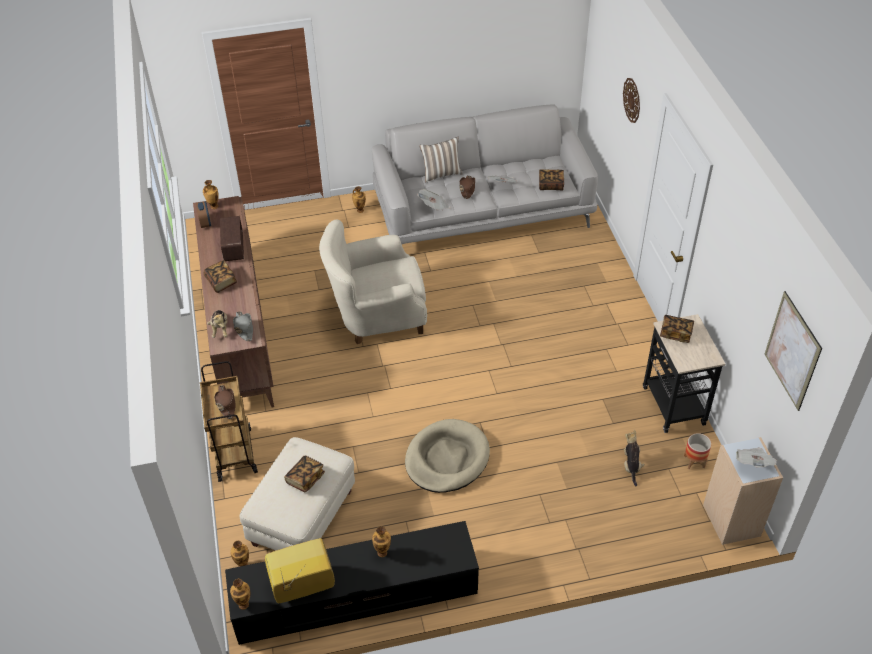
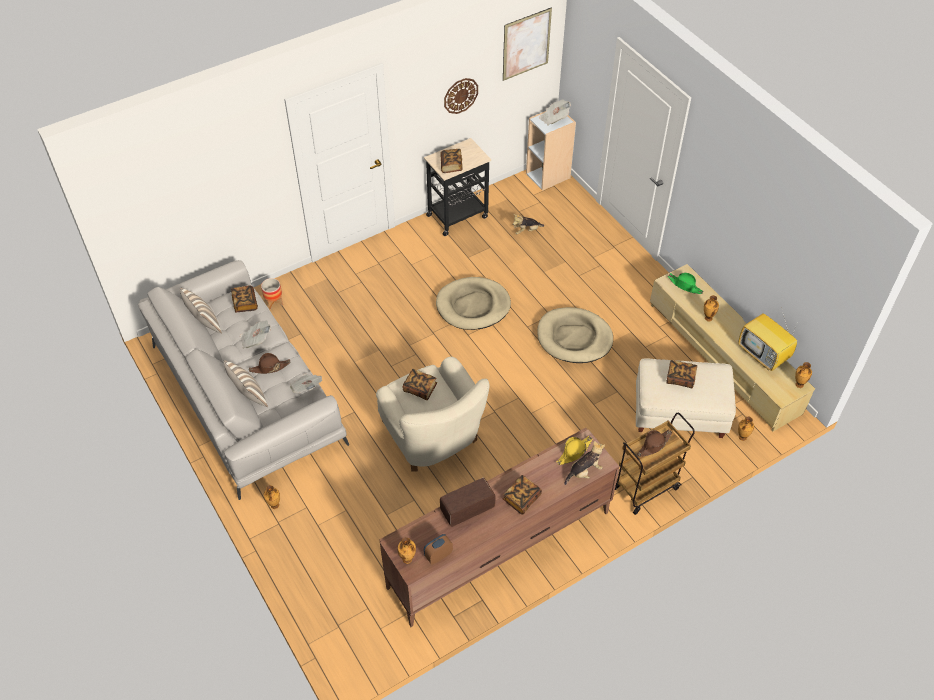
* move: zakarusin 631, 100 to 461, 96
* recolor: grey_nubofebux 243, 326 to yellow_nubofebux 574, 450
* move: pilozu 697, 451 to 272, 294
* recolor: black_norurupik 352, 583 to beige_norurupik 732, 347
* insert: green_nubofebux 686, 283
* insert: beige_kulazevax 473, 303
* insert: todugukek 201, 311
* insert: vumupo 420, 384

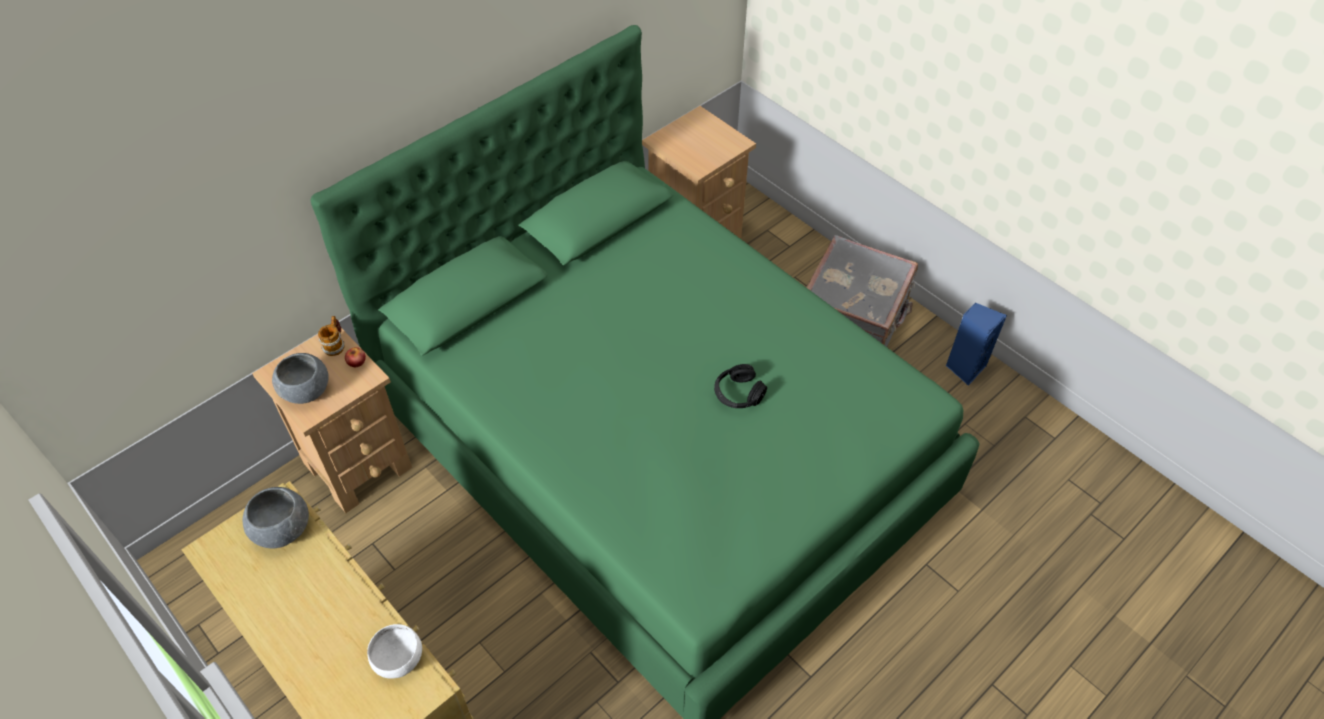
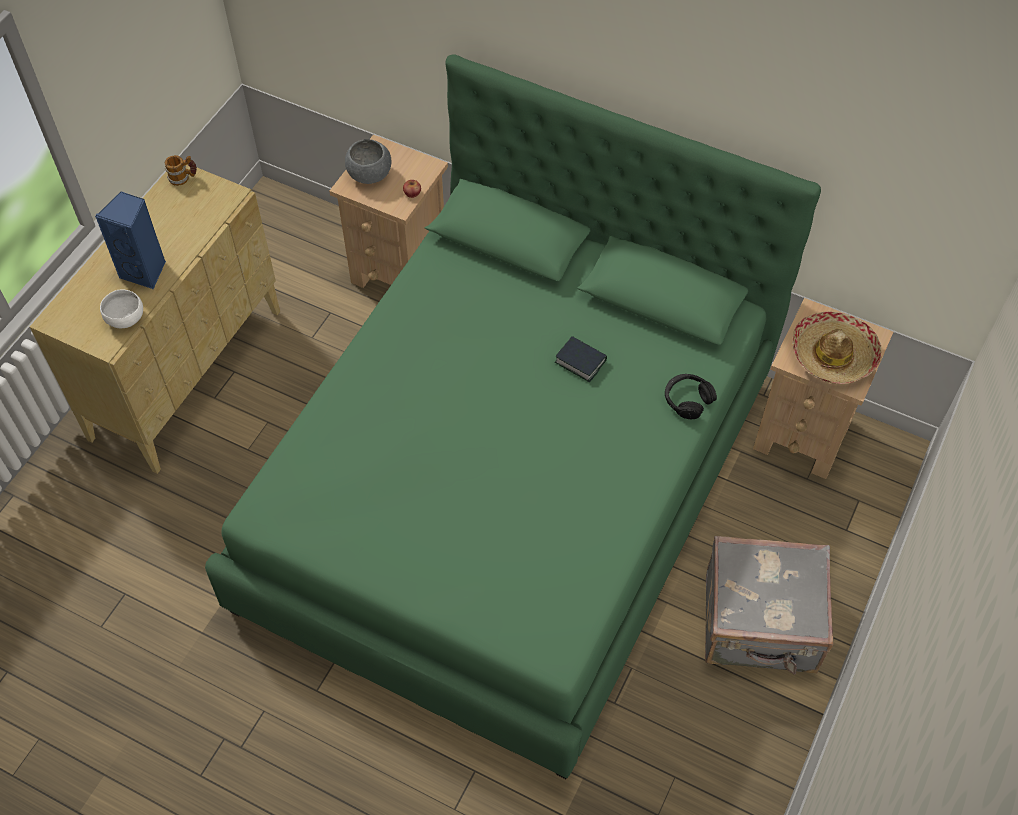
* move: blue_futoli 976, 344 to 130, 240
* move: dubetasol 331, 336 to 180, 170
* move: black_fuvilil 740, 386 to 691, 396
* delete: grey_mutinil 276, 517
* insert: nubofebux 836, 348
* insert: vumupo 581, 359

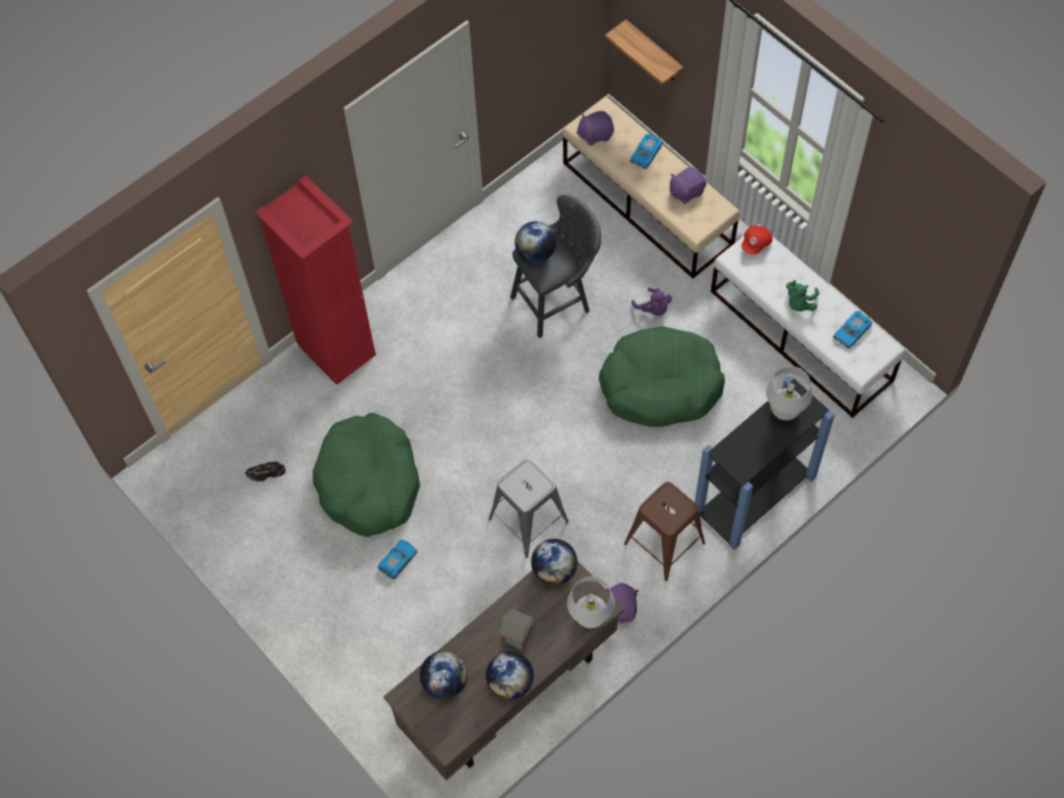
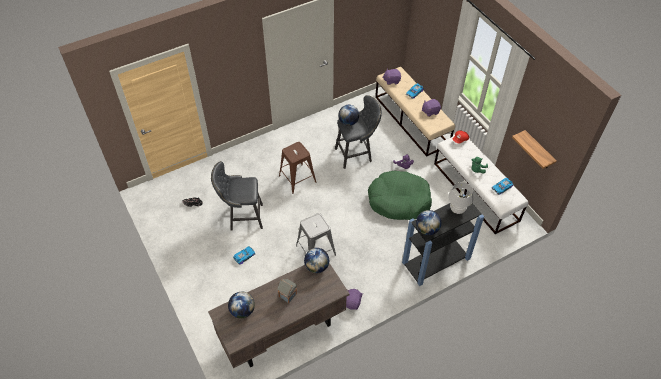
* move: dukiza 644, 52 to 534, 149
* delete: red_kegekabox 315, 280
* replace: green_kulazevax 366, 475 to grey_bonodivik 237, 196
* move: brown_bonodivik 664, 531 to 297, 168
* delete: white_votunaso 591, 602
* move: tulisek 510, 675 to 428, 222

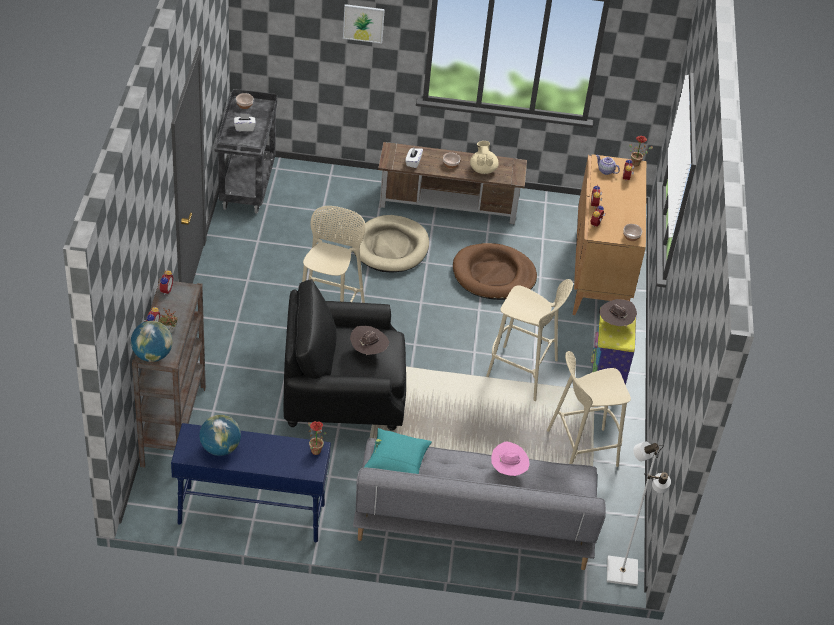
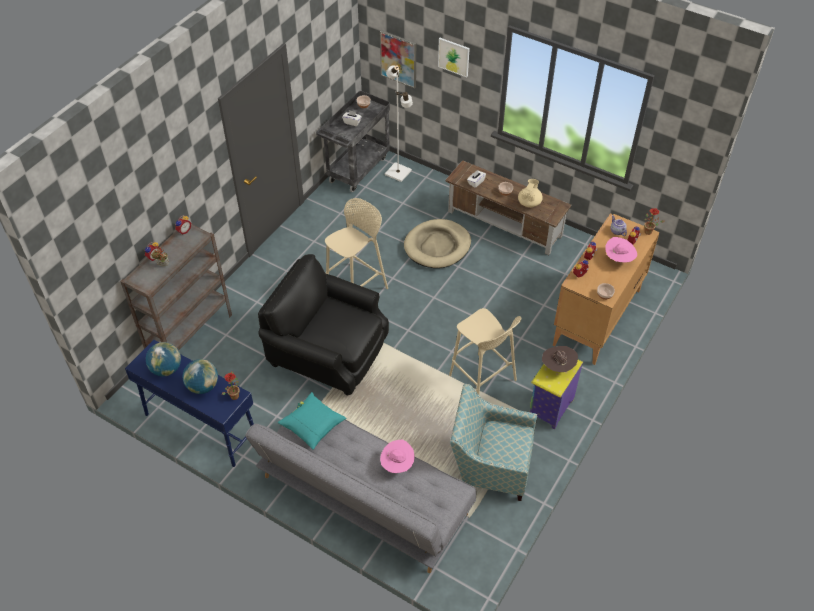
* delete: brown_kulazevax 495, 271
* move: tulisek 152, 341 to 200, 376
* delete: brown_nubofebux 369, 341
* replace: beige_bonodivik 589, 409 to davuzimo 493, 442
* move: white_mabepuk 639, 514 to 399, 123
* insert: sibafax 398, 59
* insert: pink_nubofebux 621, 249

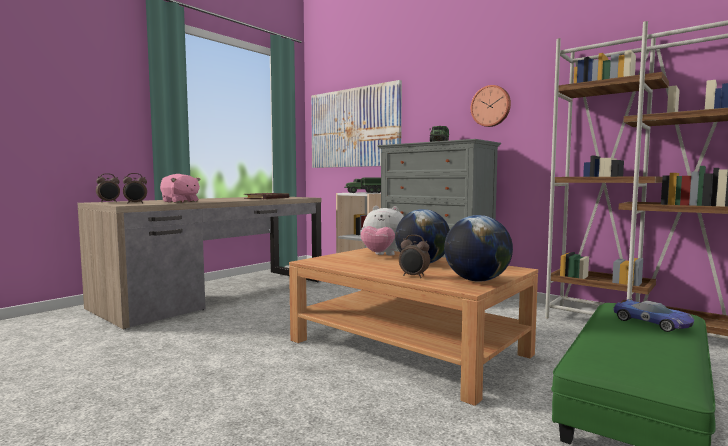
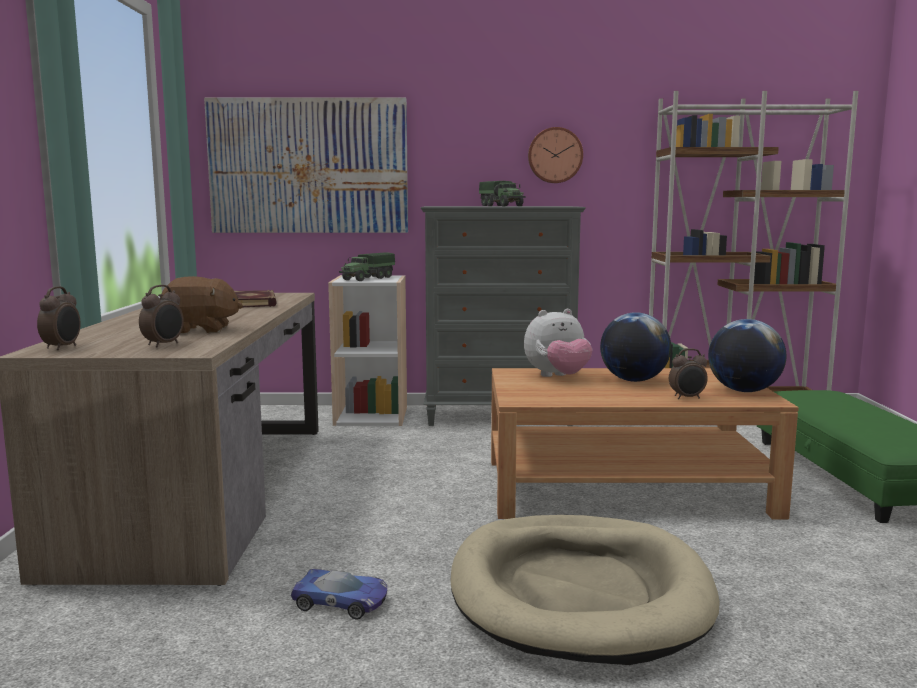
* recolor: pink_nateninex 180, 188 to brown_nateninex 202, 305
* move: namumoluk 653, 315 to 339, 594
* insert: beige_kulazevax 585, 590

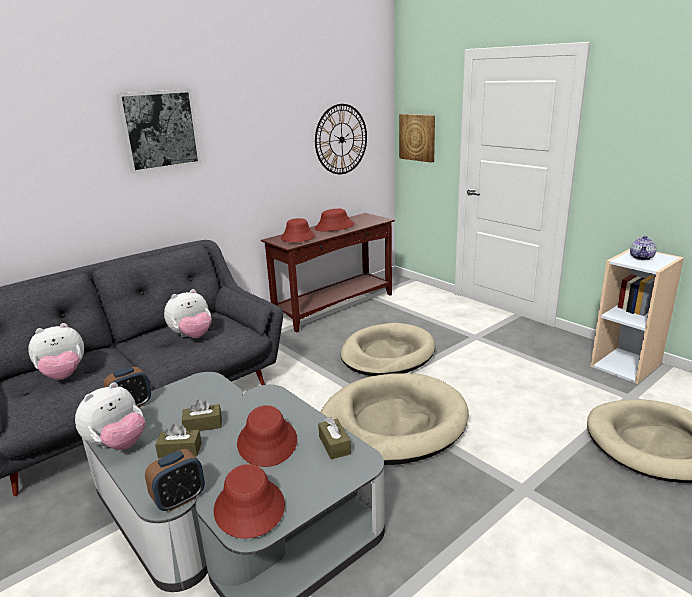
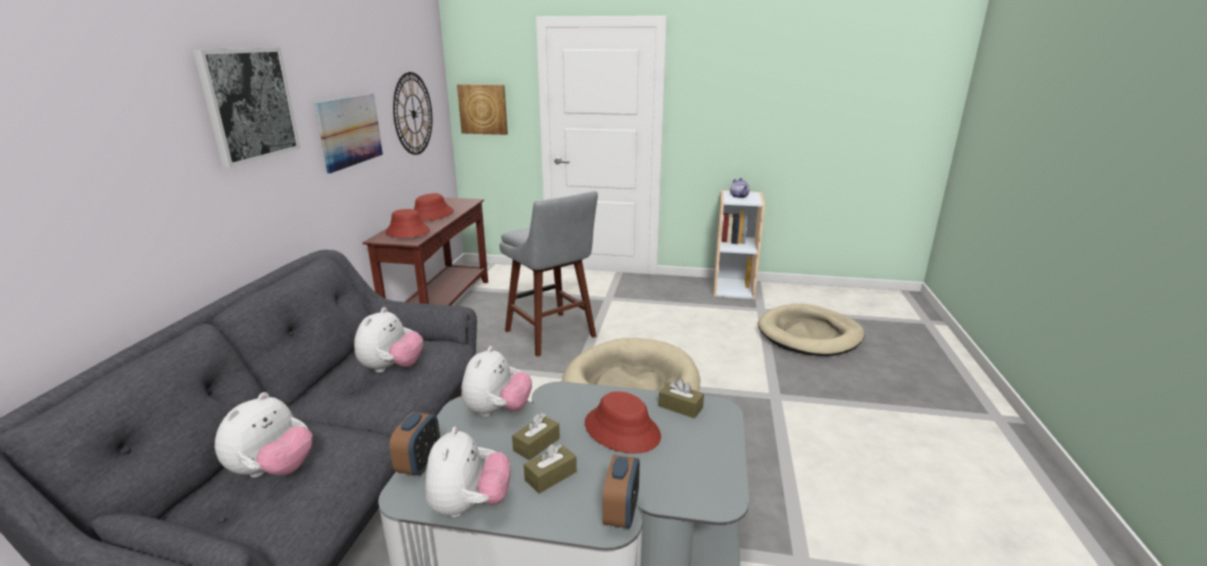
* replace: beige_kulazevax 388, 349 to grey_bonodivik 549, 274
* delete: red_nubofebux 249, 501
* insert: sibafax 348, 133
* insert: nateninex 496, 381

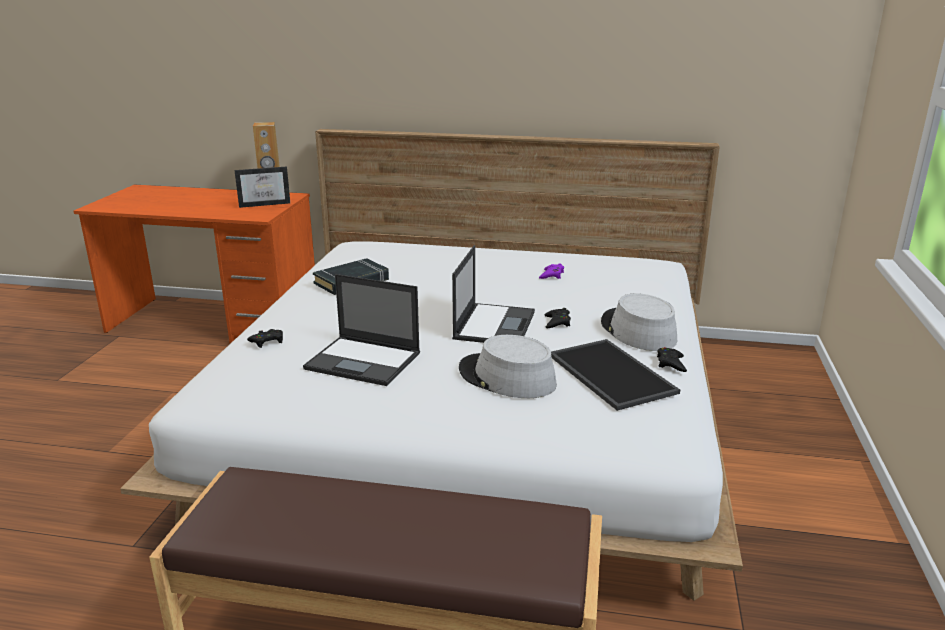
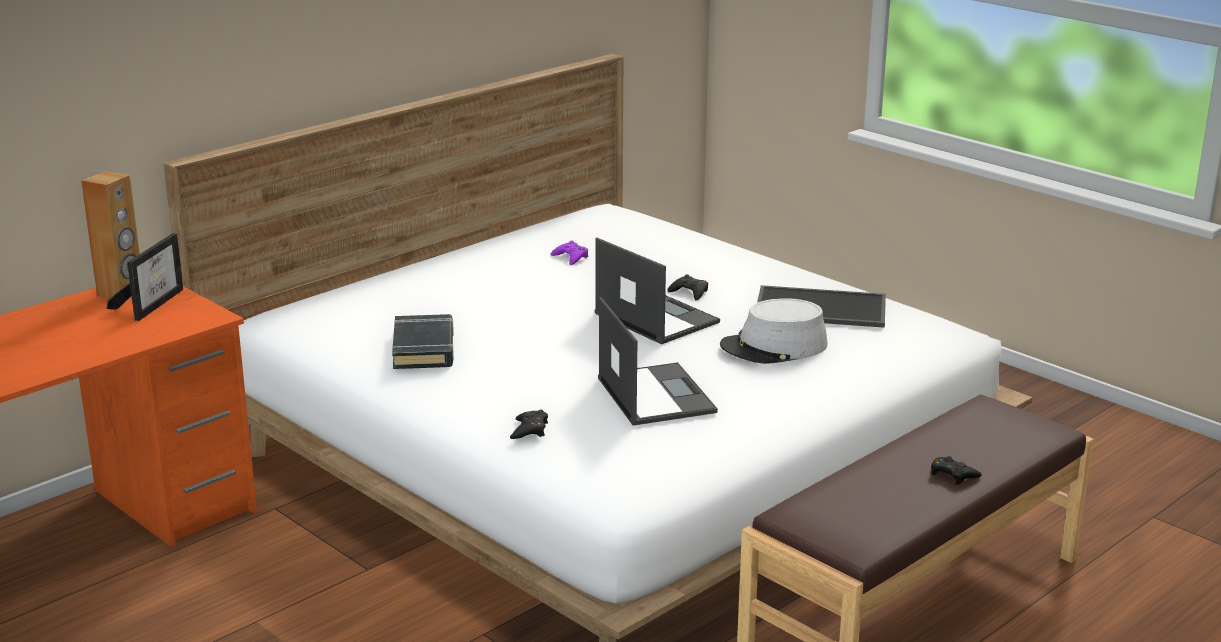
* rotate: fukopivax 361, 330 = 658, 361 75 degrees counterclockwise
* delete: grey_nubofebux 639, 322
* move: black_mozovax 672, 359 to 956, 470

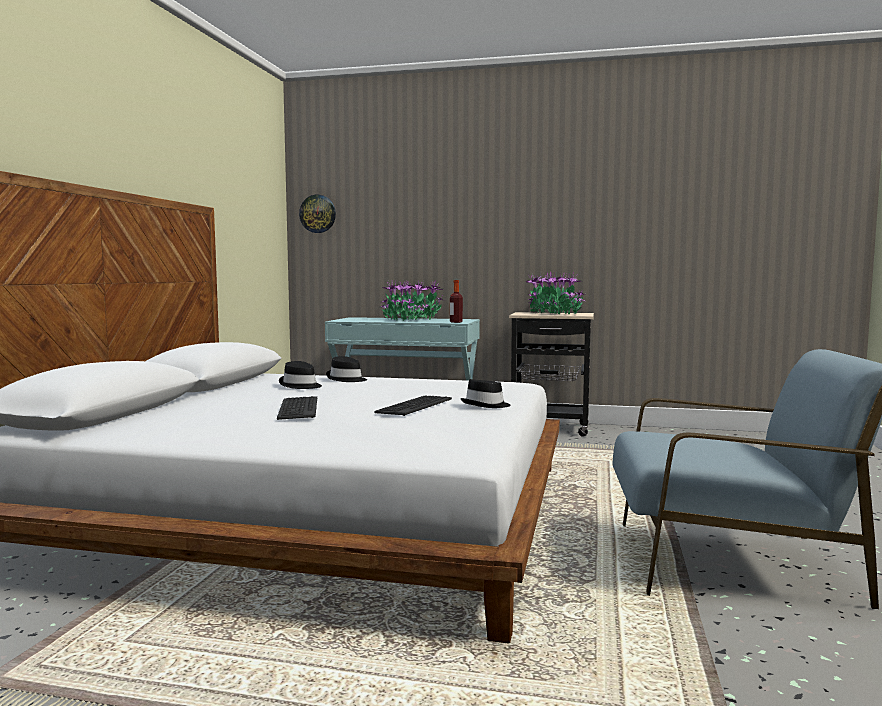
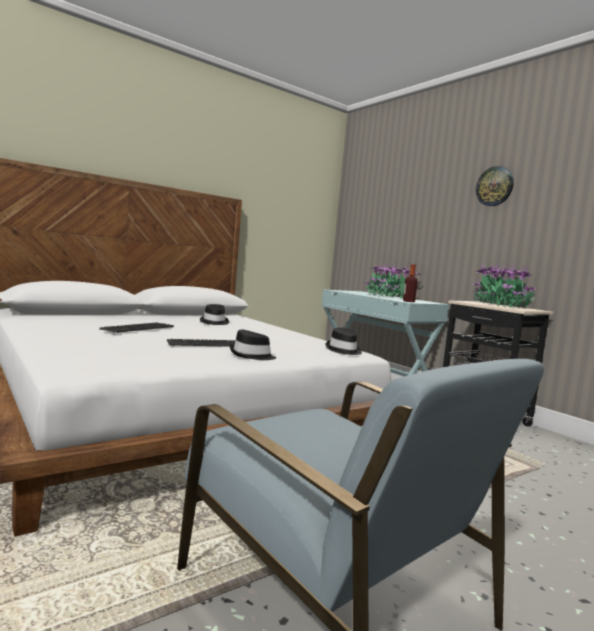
* move: zakarusin 317, 214 to 495, 186
* move: black_nubofebux 346, 369 to 343, 341

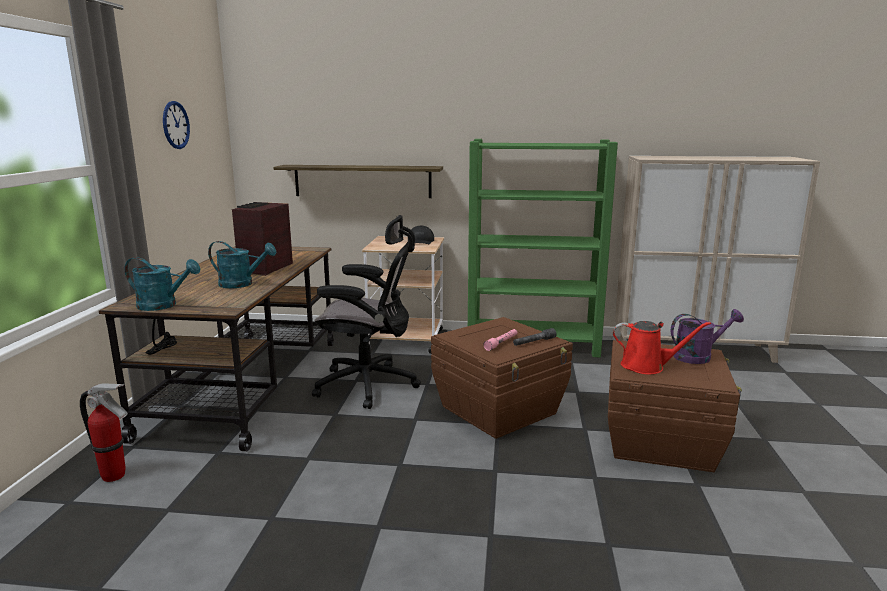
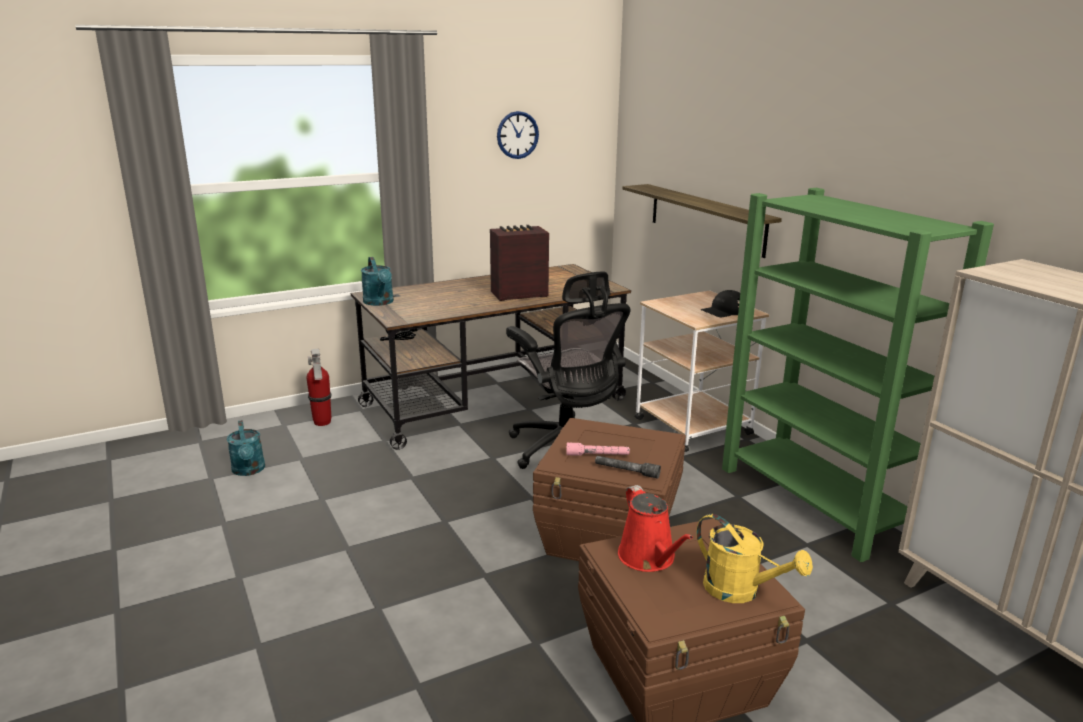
* move: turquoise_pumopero 242, 264 to 246, 448
* recolor: purple_pumopero 707, 336 to yellow_pumopero 754, 558

